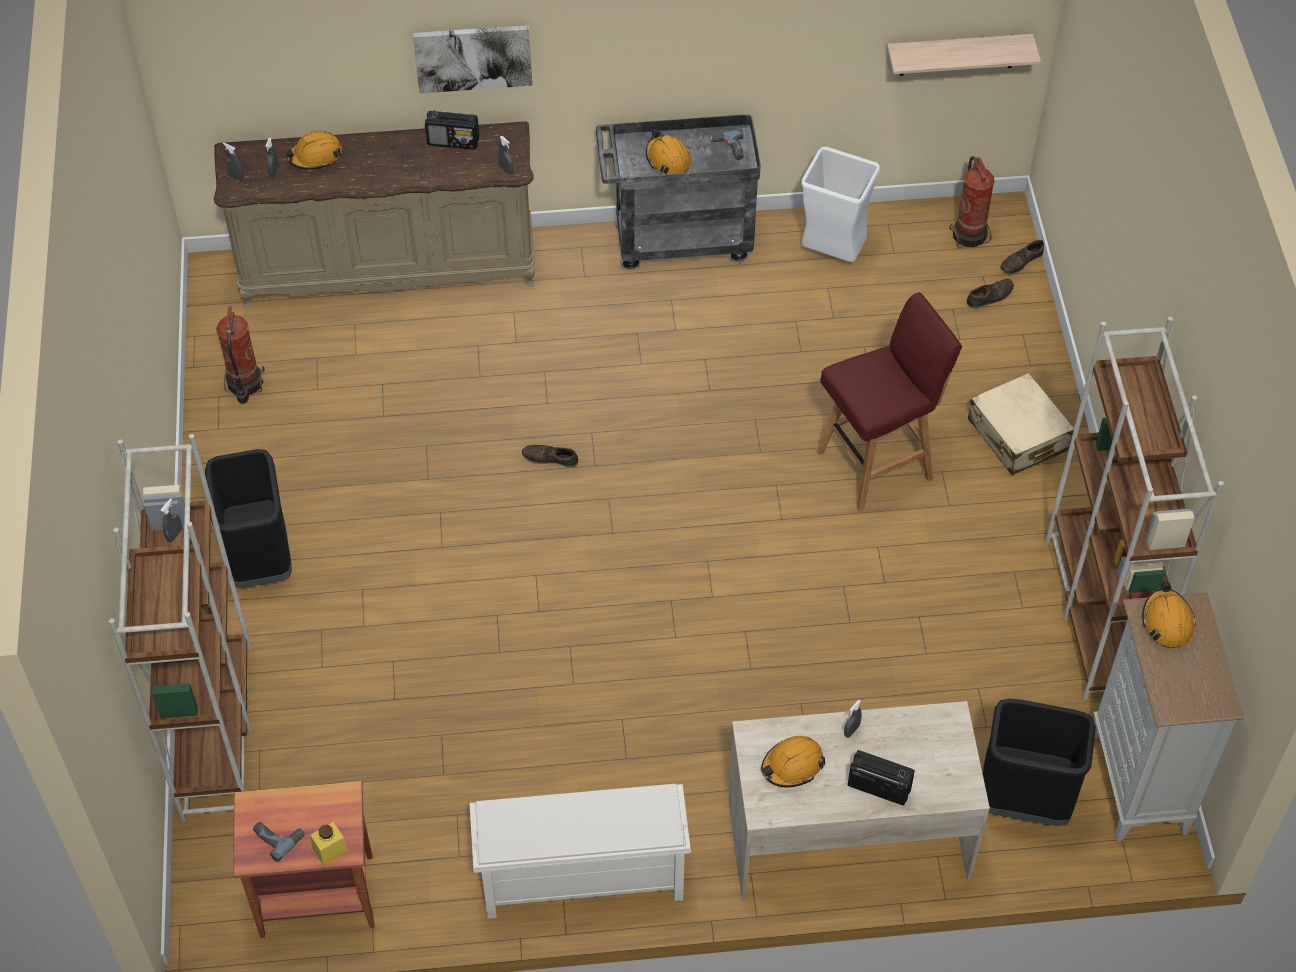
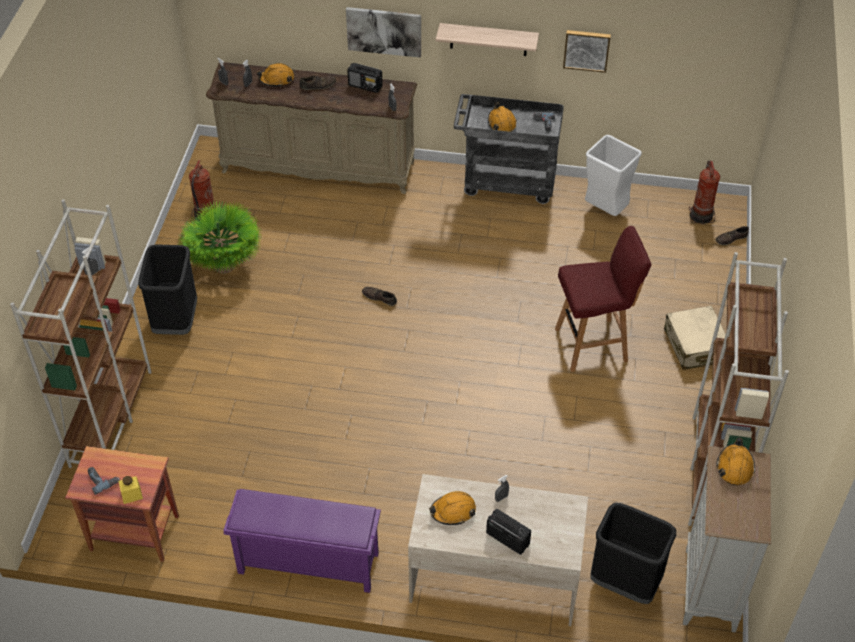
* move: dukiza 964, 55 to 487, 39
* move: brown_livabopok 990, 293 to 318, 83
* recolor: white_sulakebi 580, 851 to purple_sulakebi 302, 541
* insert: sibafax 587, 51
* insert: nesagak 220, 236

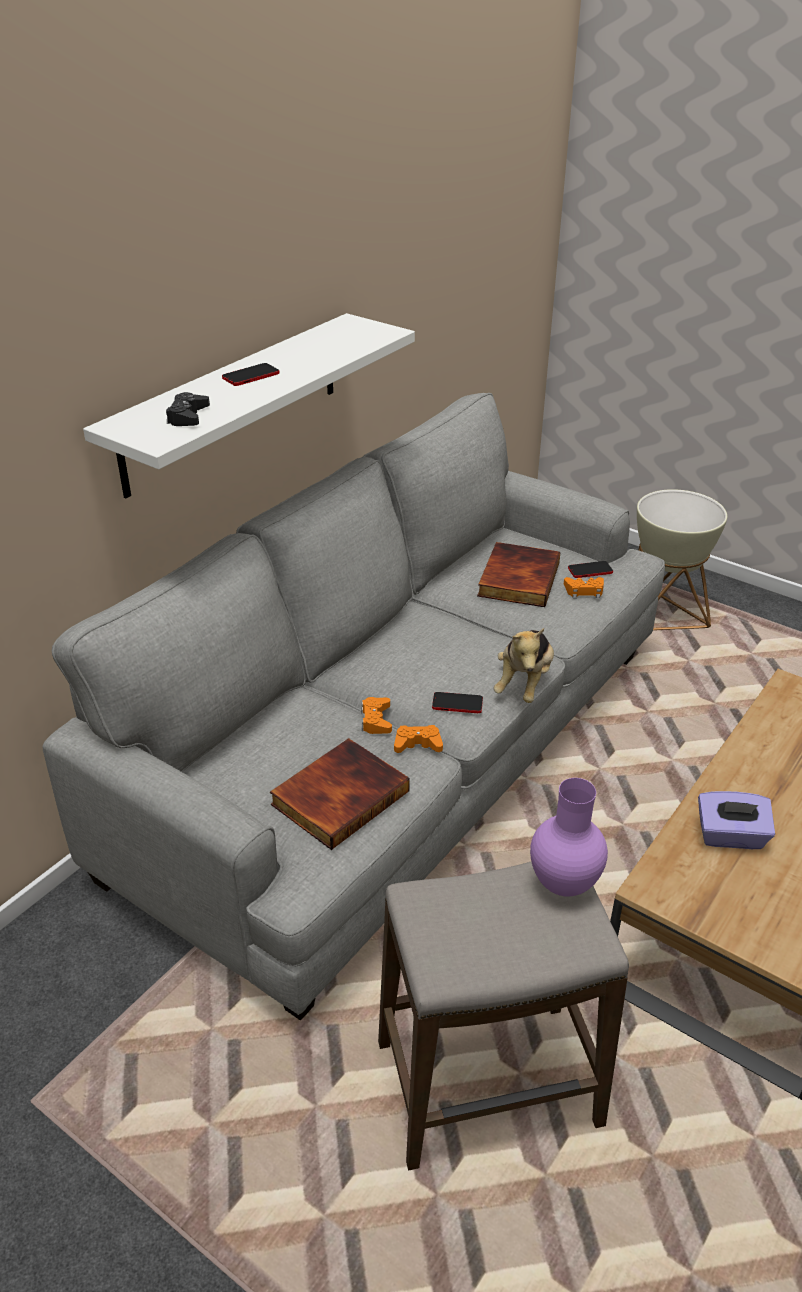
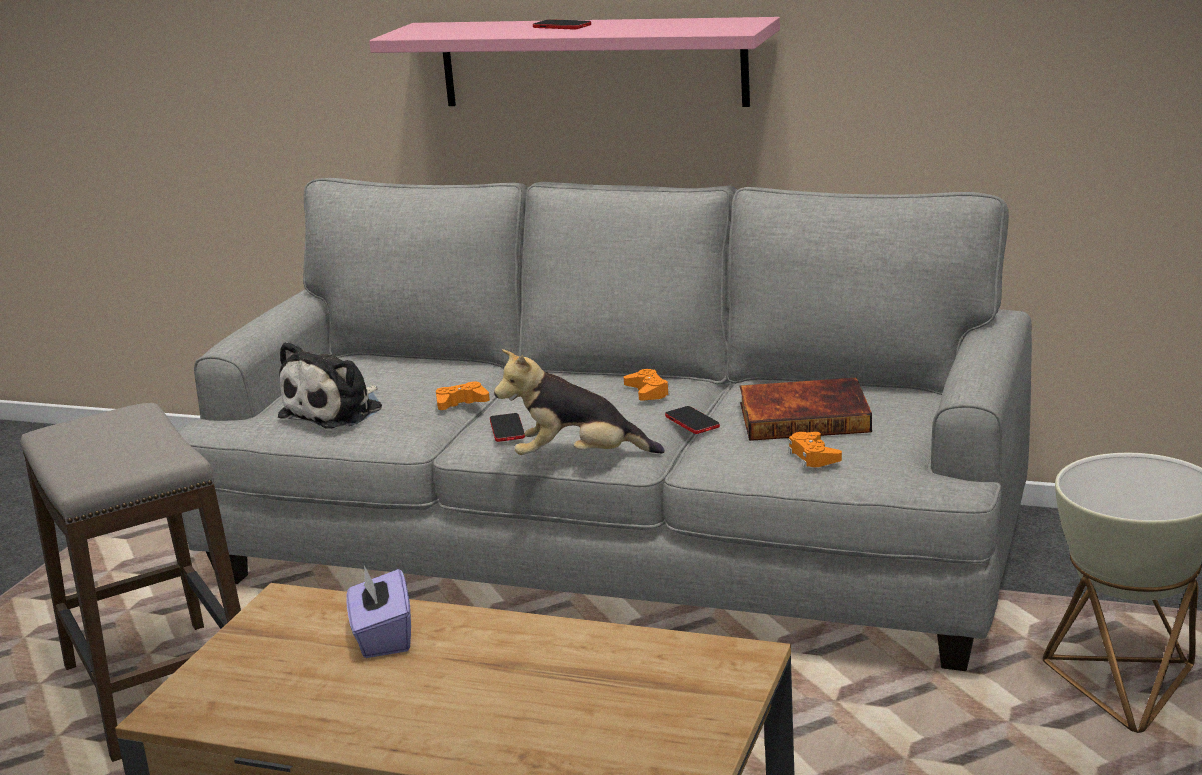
* recolor: white_dukiza 249, 405 to pink_dukiza 574, 62
* delete: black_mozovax 188, 409
* move: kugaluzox 590, 569 to 692, 420
* move: orange_mozovax 418, 739 to 647, 385
* replace: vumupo 340, 794 to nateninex 330, 385
* delete: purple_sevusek 569, 837

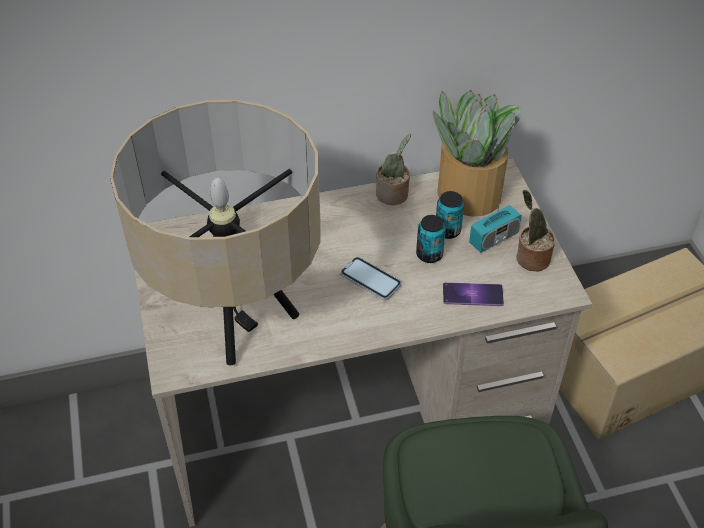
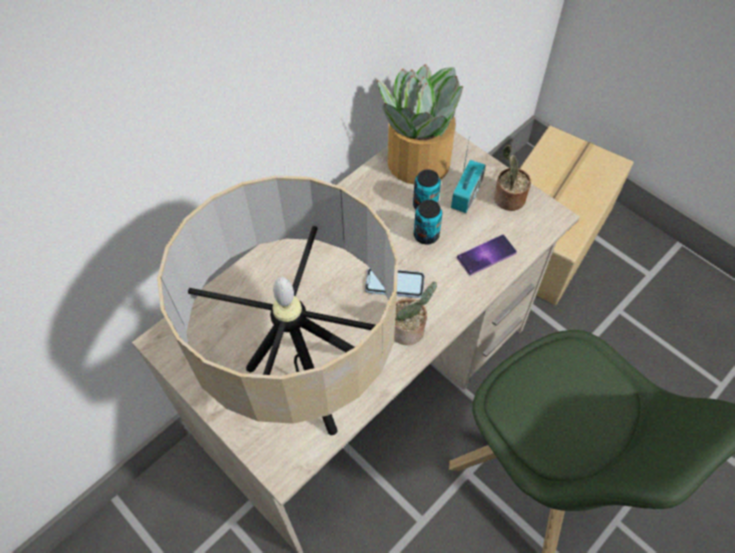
* move: nesagak 393, 169 to 415, 313

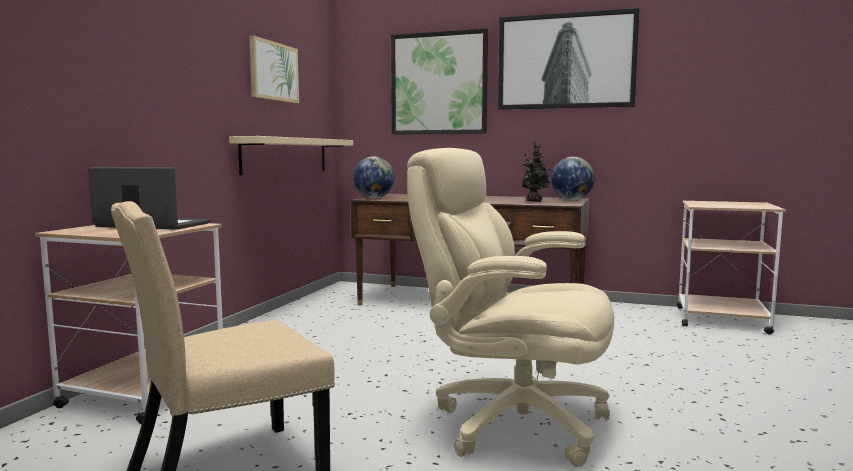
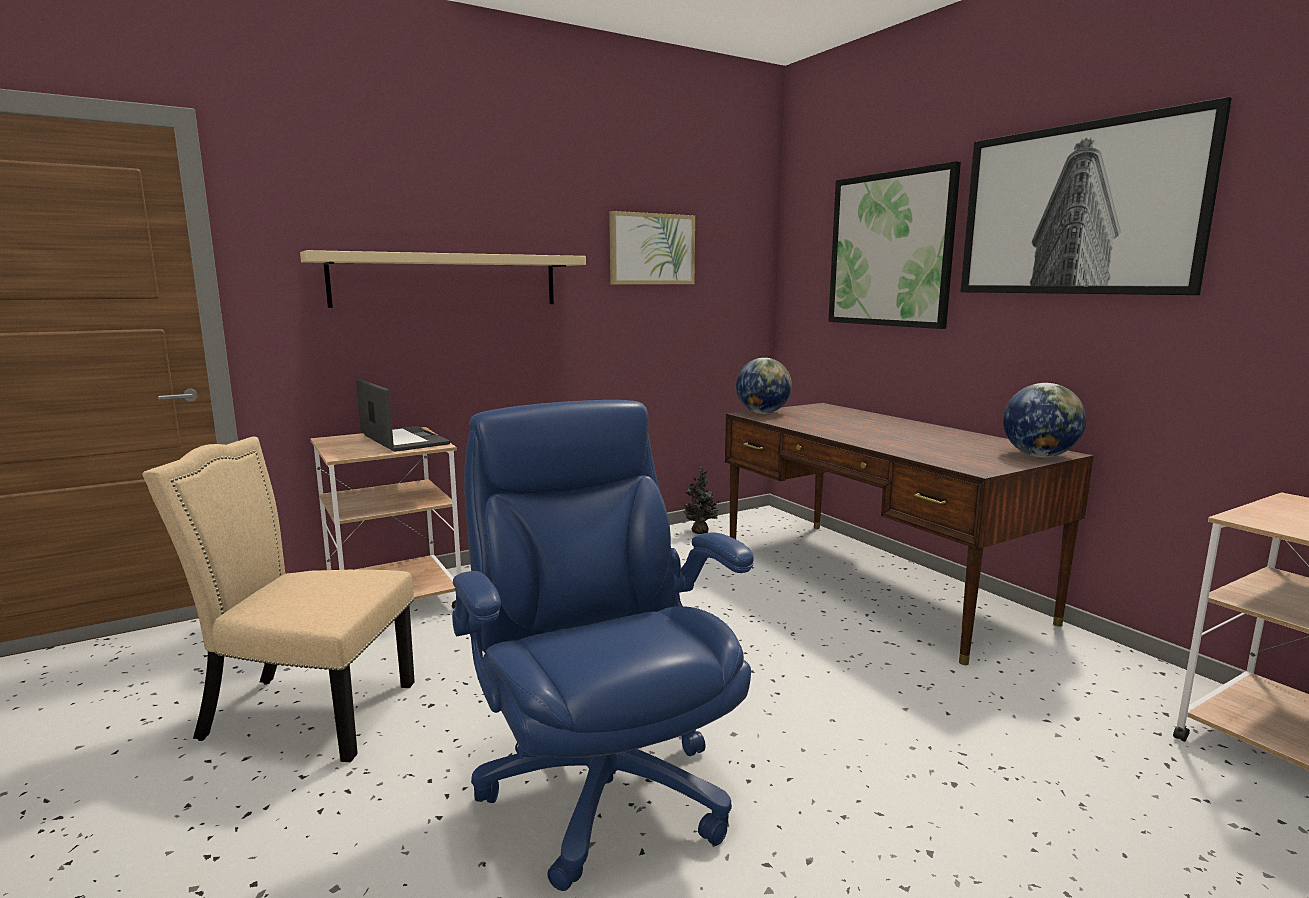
* move: beige_dukiza 291, 155 to 443, 279
* move: nesagak 538, 172 to 701, 500
* recolor: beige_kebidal 510, 307 to blue_kebidal 603, 645

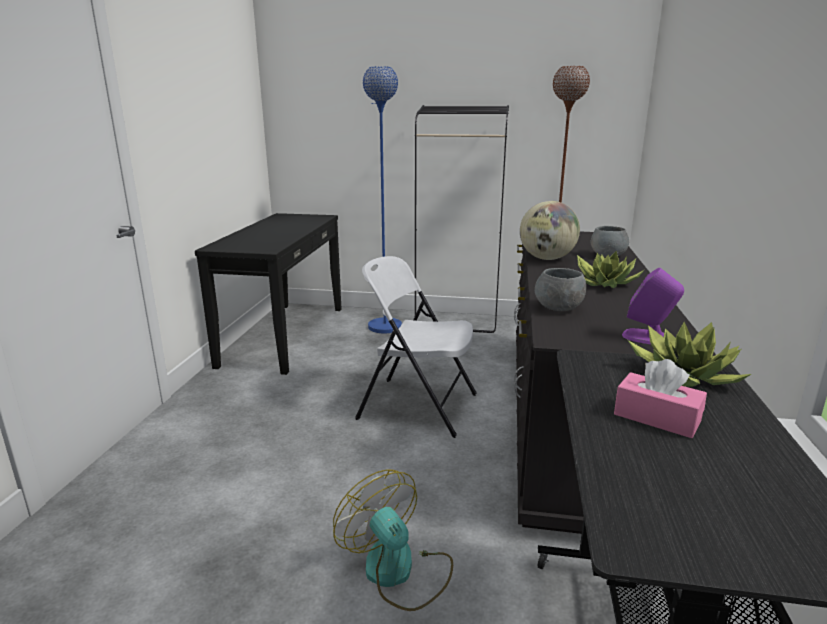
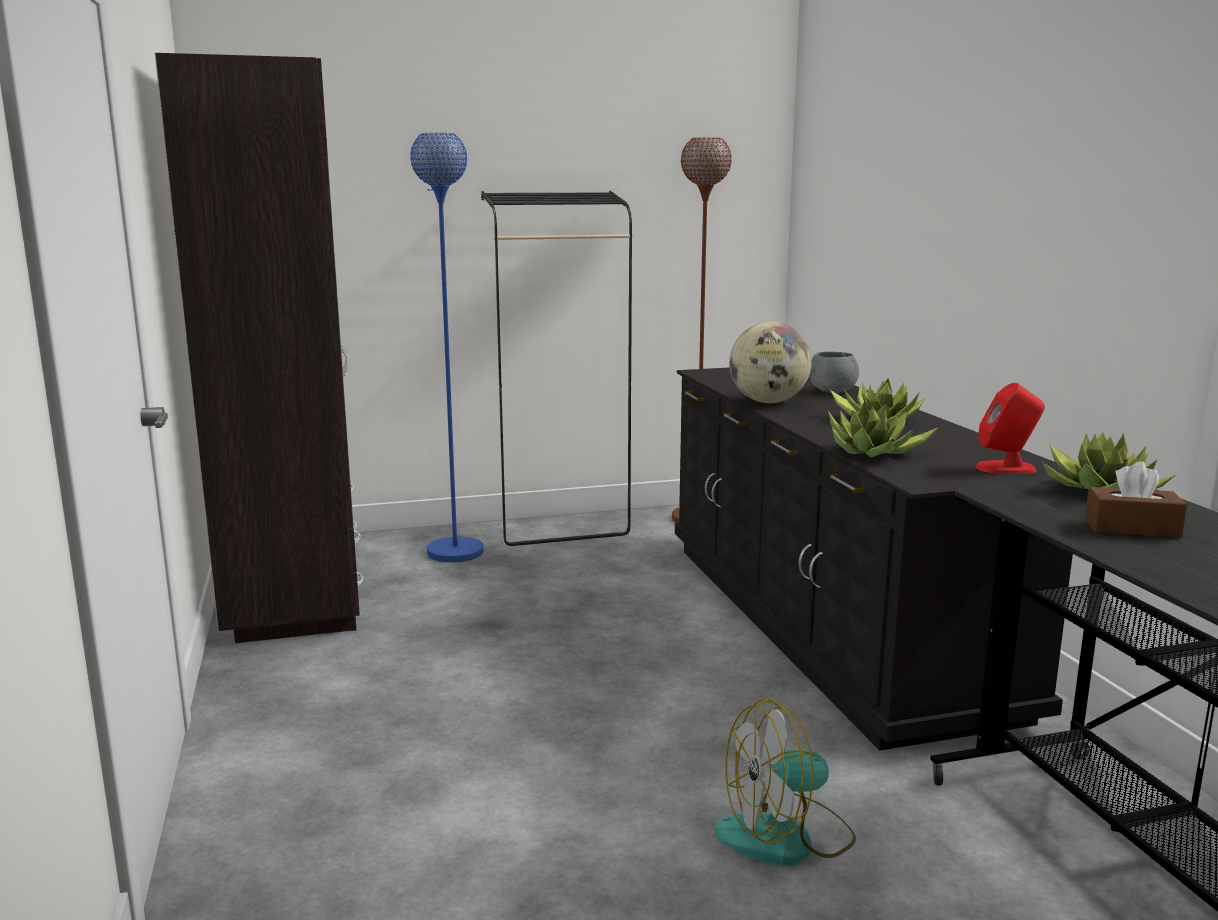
* replace: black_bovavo 268, 294 to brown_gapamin 259, 348
* delete: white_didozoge 416, 347
* replace: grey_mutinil 560, 289 to nesagak 882, 430
* recolor: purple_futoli 653, 306 to red_futoli 1010, 428
* recolor: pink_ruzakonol 660, 398 to brown_ruzakonol 1136, 499
* rotate: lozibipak 393, 540 = 785, 782 45 degrees counterclockwise

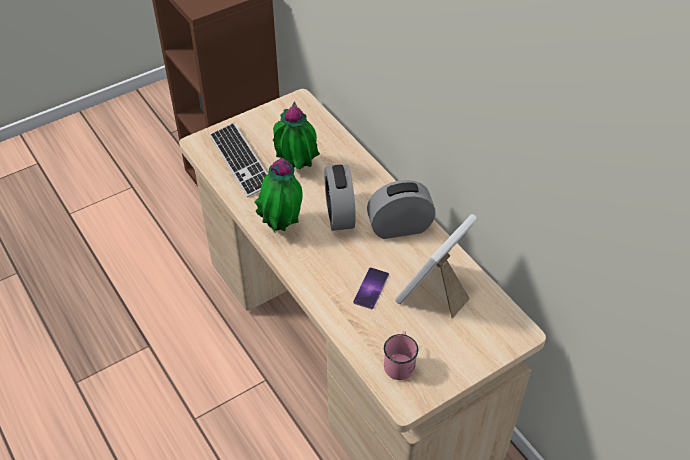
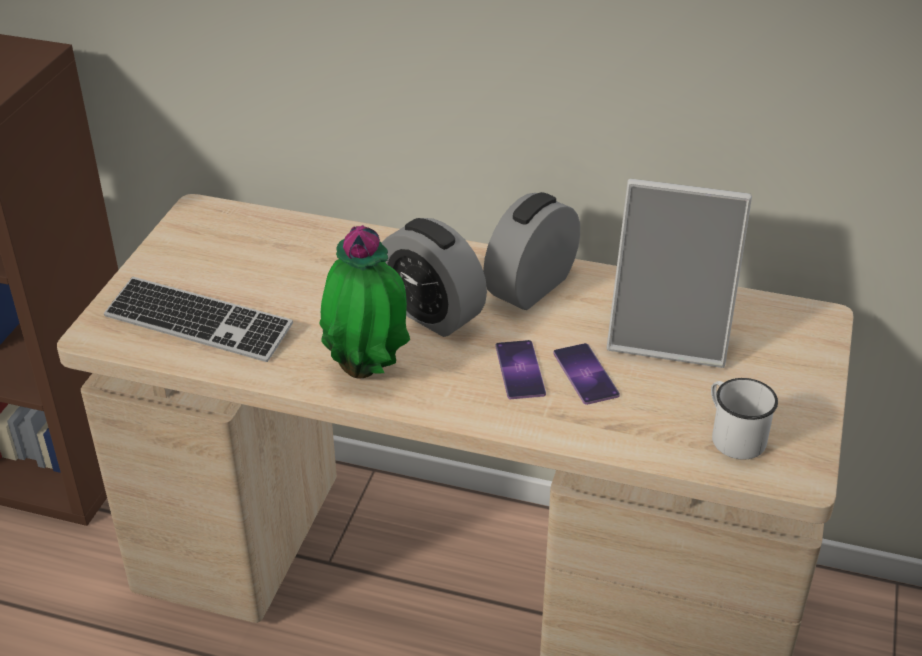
* delete: nesagak 296, 135
* rotate: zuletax 436, 266 = 679, 273 75 degrees counterclockwise
* recolor: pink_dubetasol 401, 355 to white_dubetasol 744, 418
* insert: kugaluzox 521, 369

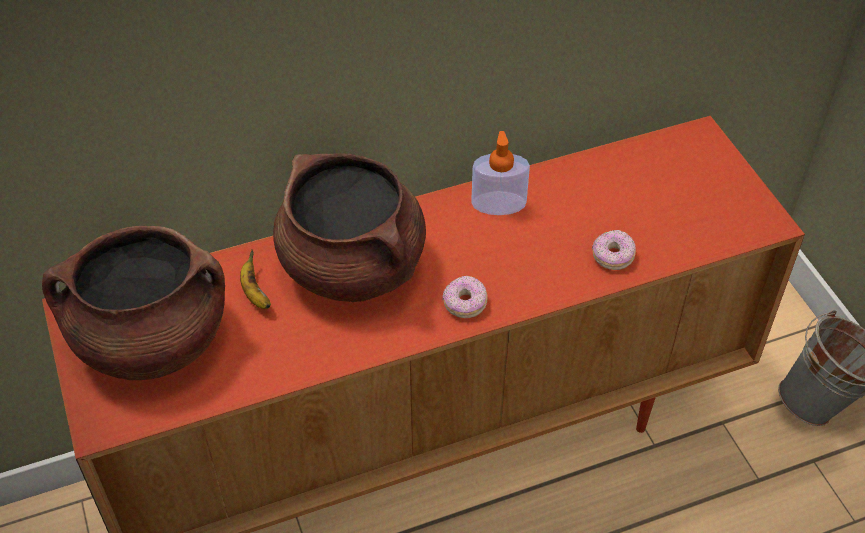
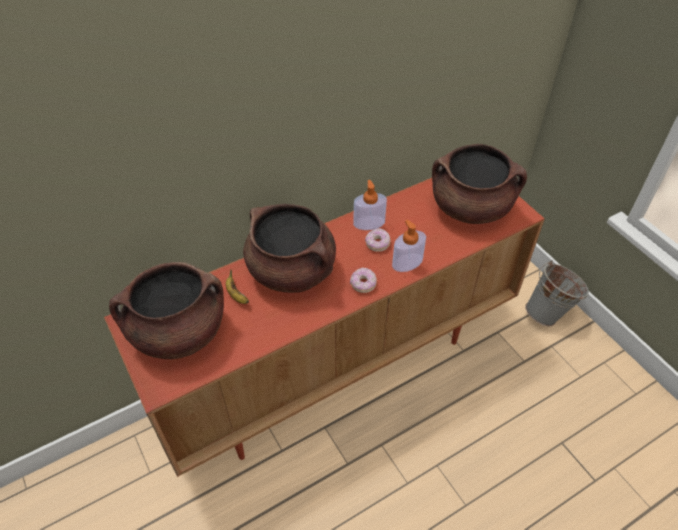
* move: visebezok 614, 250 to 378, 240
* insert: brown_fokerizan 479, 184
* insert: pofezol 409, 246

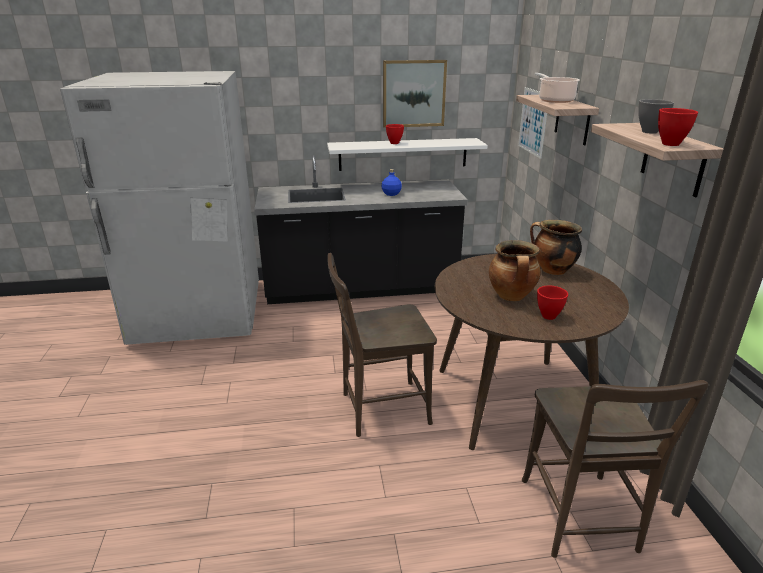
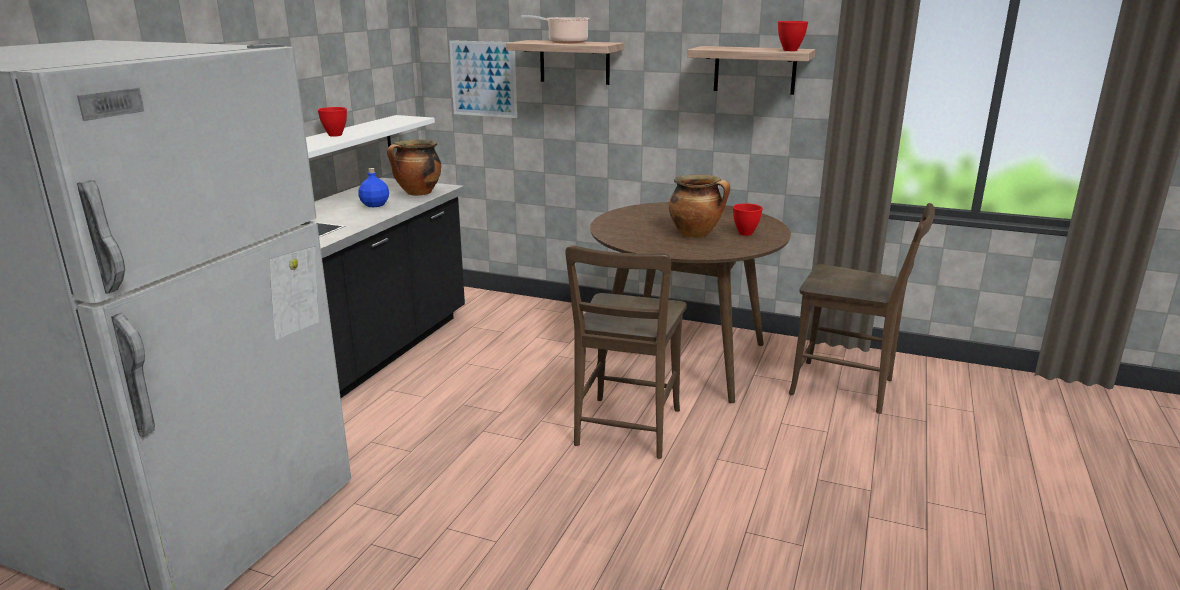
* delete: sibafax 415, 94
* delete: grey_mutinil 656, 116
* move: fokerizan 556, 247 to 414, 168

